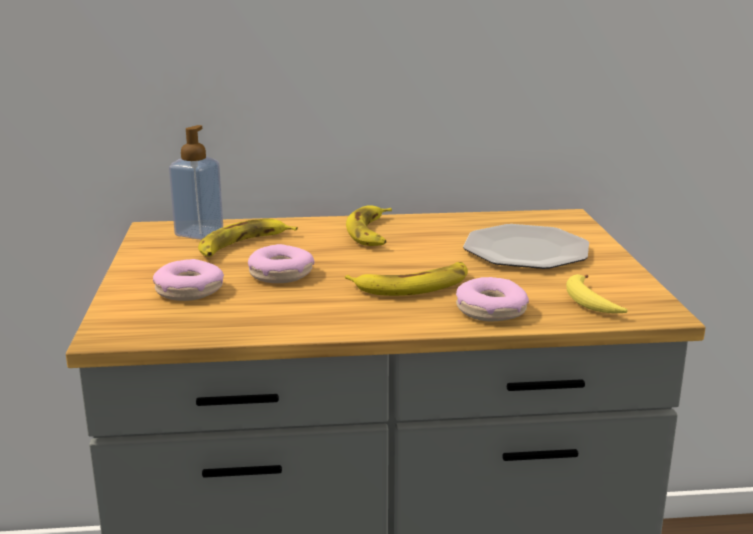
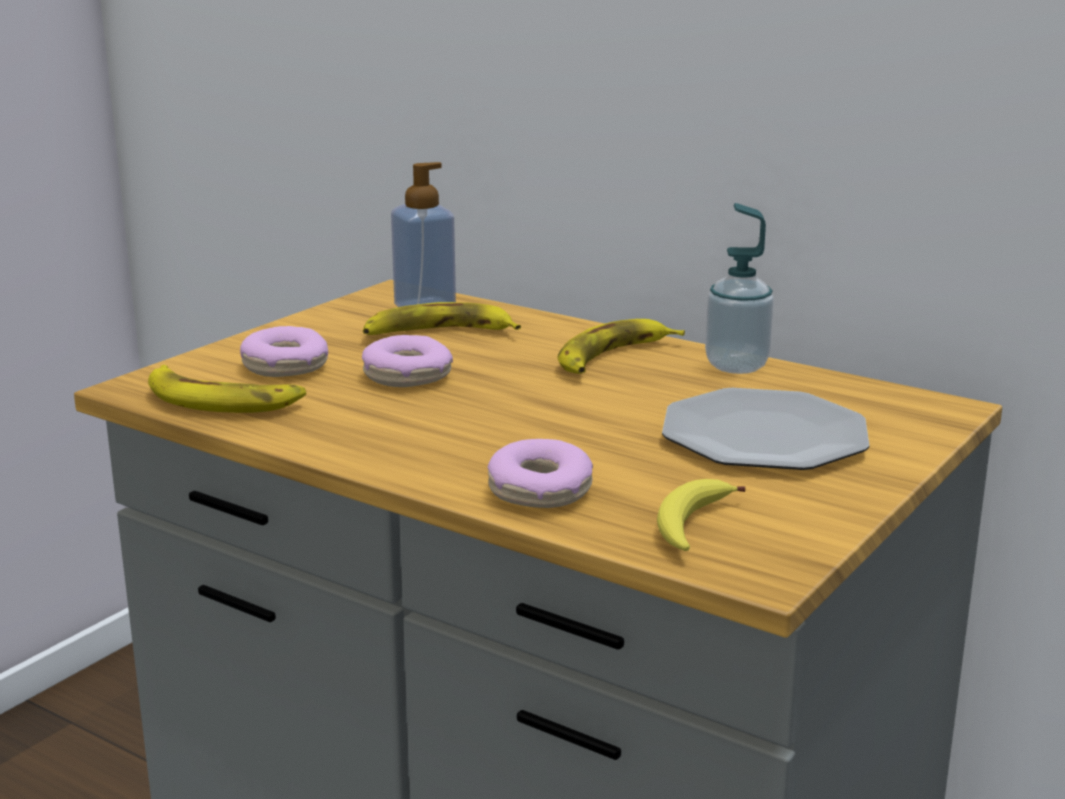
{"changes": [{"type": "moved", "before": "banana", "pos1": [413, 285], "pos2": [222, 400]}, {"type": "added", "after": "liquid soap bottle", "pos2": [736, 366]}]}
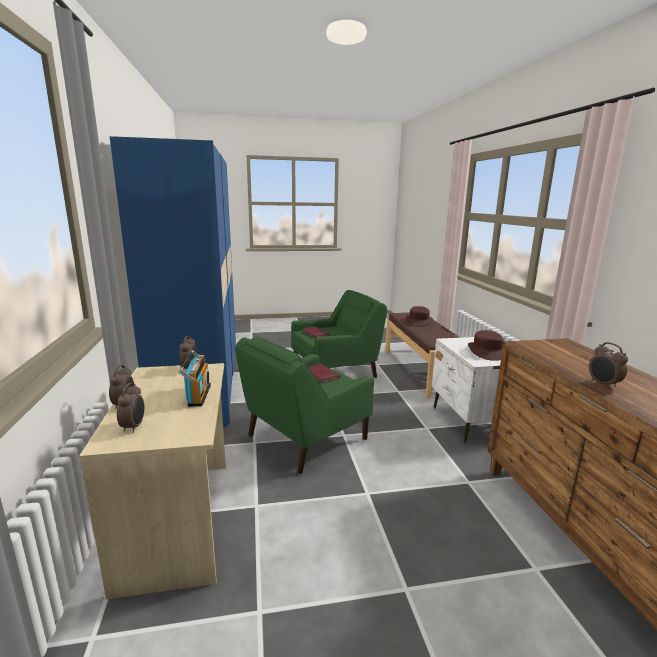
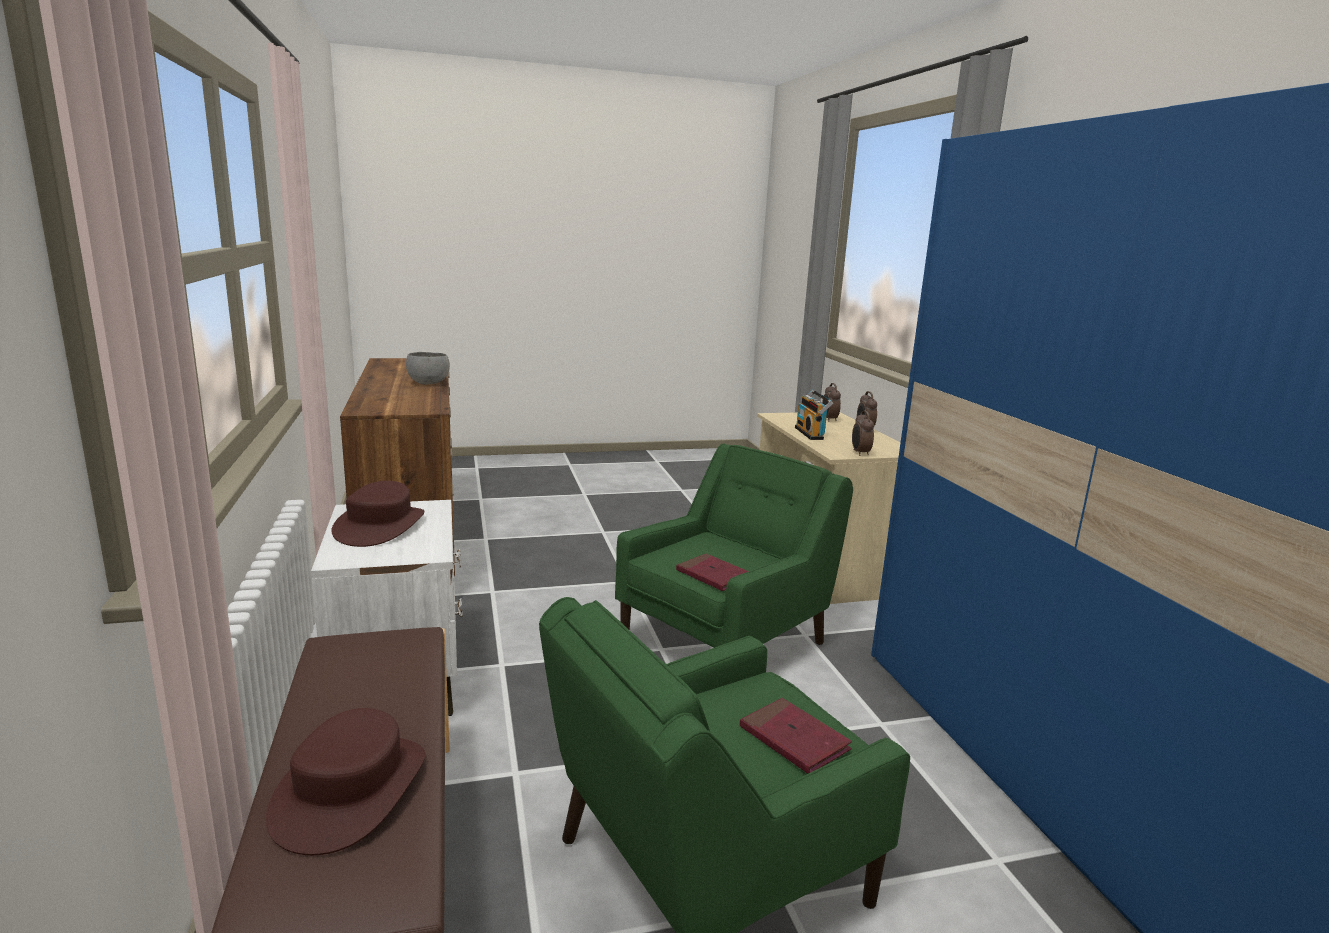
{"changes": [{"type": "replaced", "before": "alarm clock", "after": "grey deep dish", "pos1": [603, 385], "pos2": [427, 383]}]}
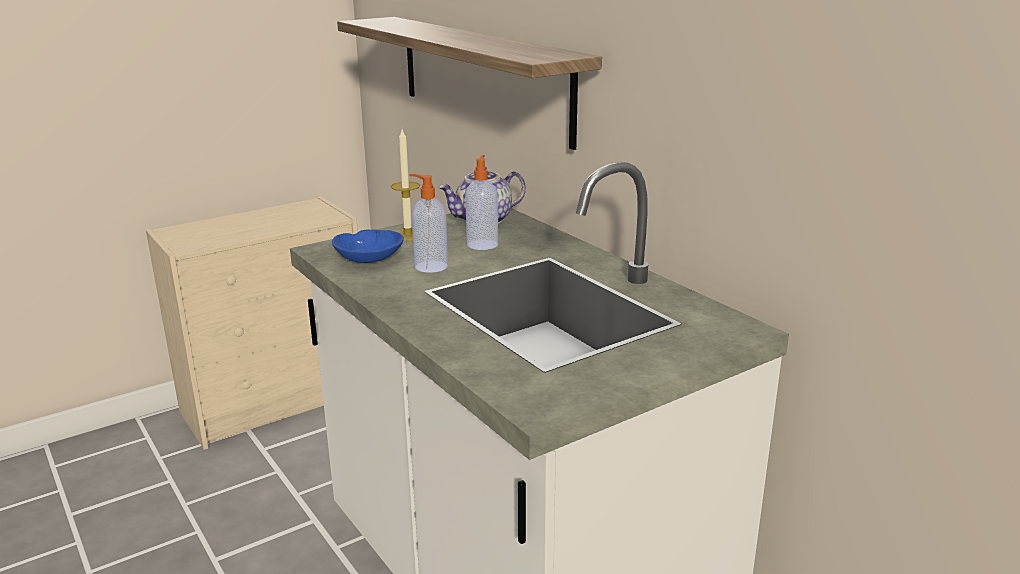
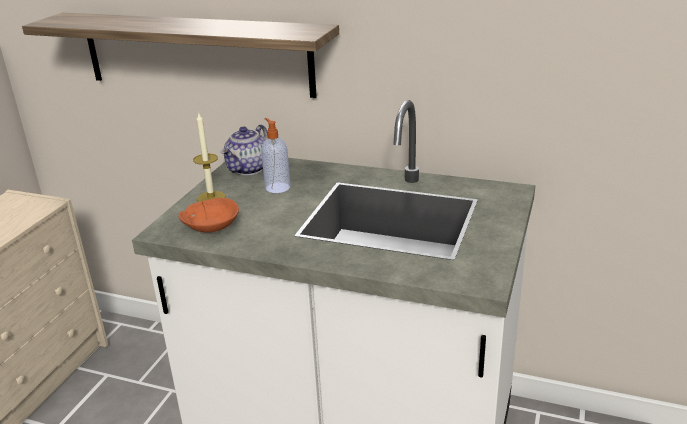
{"changes": [{"type": "recoloured", "before": "blue-coloured deep dish", "after": "orangey deep dish", "pos1": [368, 257], "pos2": [210, 225]}, {"type": "removed", "before": "liquid soap bottle", "pos1": [430, 266]}]}
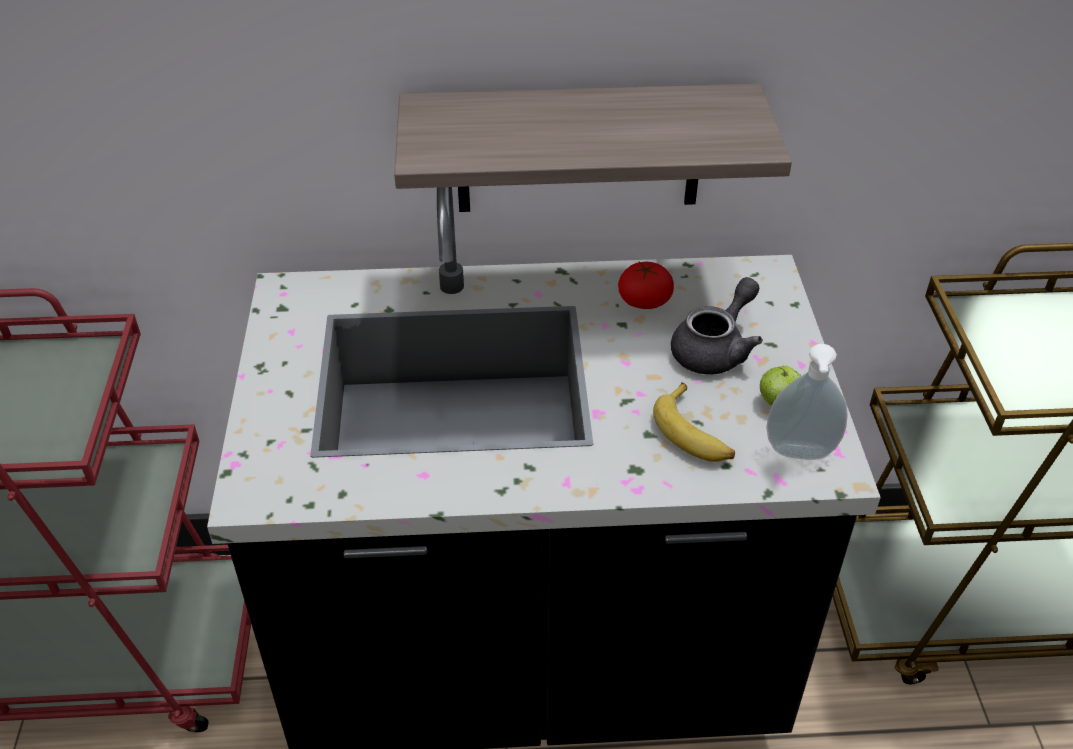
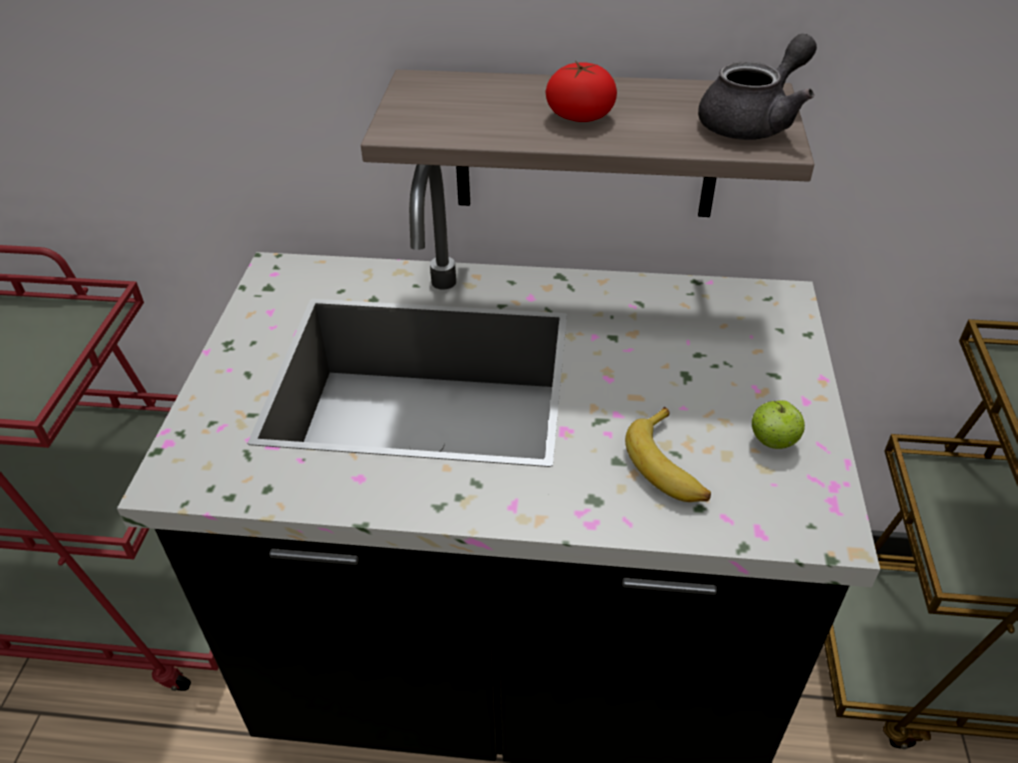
{"changes": [{"type": "moved", "before": "whole tomato", "pos1": [644, 300], "pos2": [580, 116]}, {"type": "moved", "before": "grey pot for tea", "pos1": [715, 349], "pos2": [754, 121]}, {"type": "removed", "before": "liquid soap bottle", "pos1": [799, 454]}]}
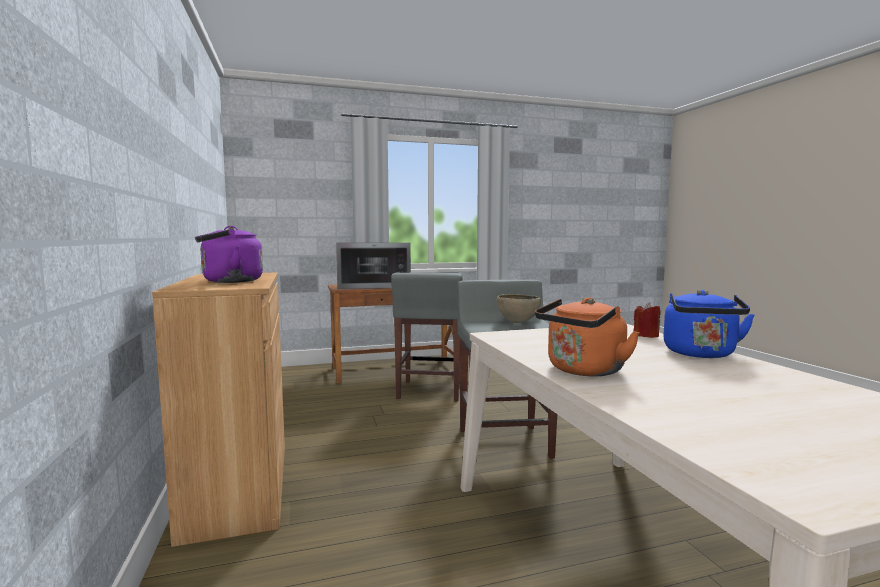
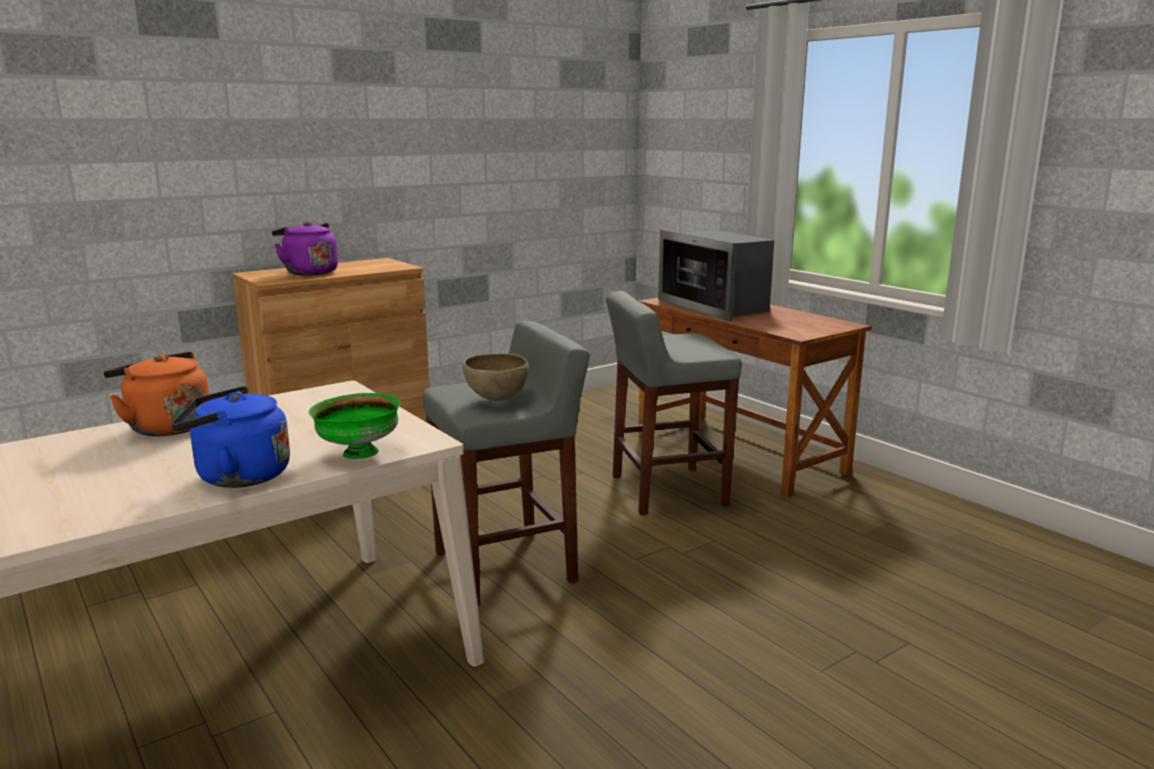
{"changes": [{"type": "replaced", "before": "red-coloured wax candle", "after": "greenish deep dish", "pos1": [646, 335], "pos2": [358, 453]}]}
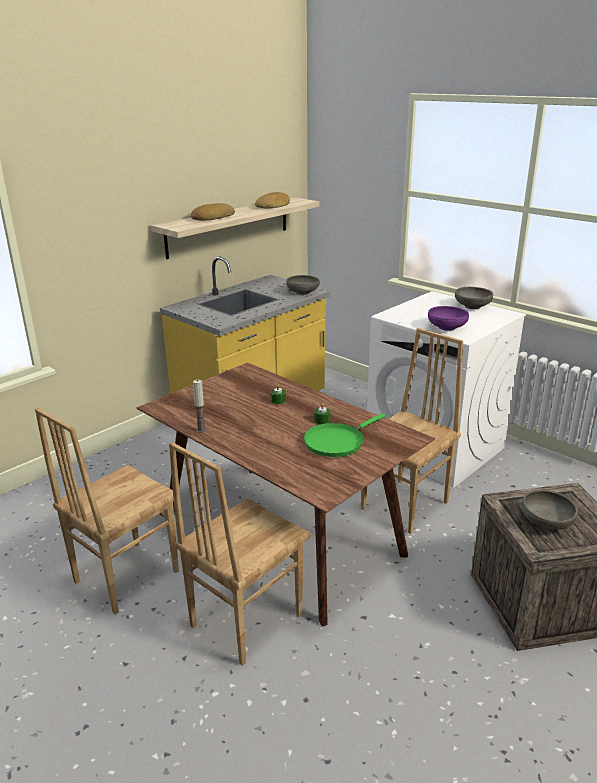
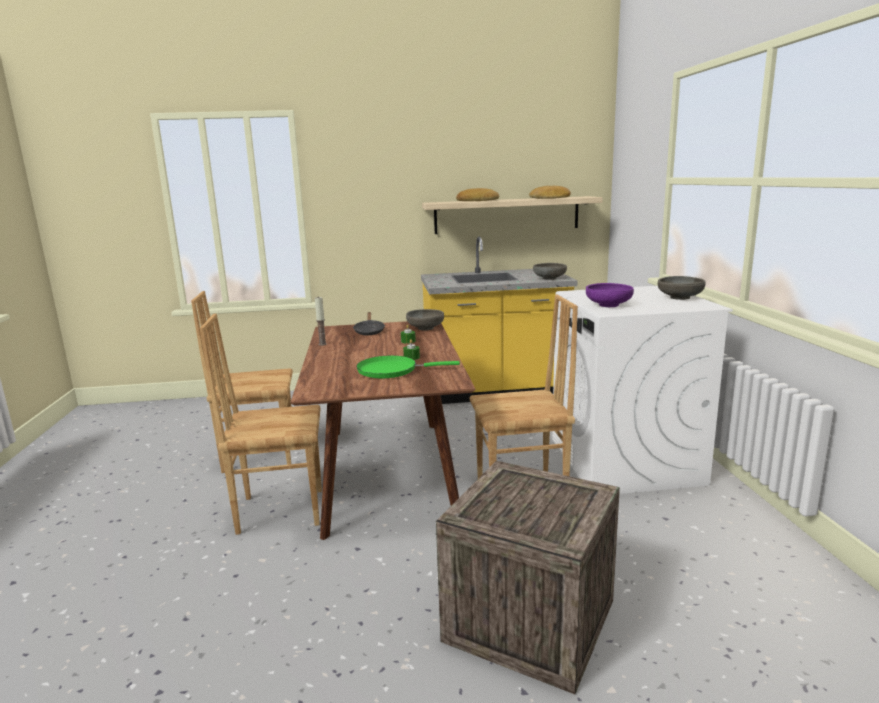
{"changes": [{"type": "added", "after": "black skillet", "pos2": [369, 331]}, {"type": "moved", "before": "grey deep dish", "pos1": [546, 522], "pos2": [425, 328]}]}
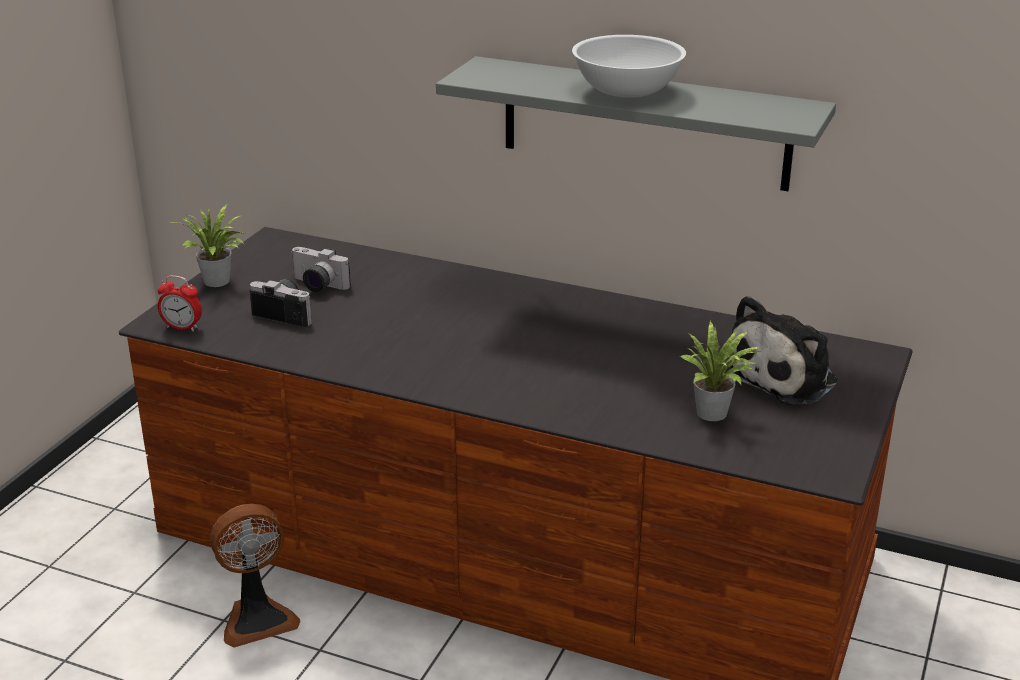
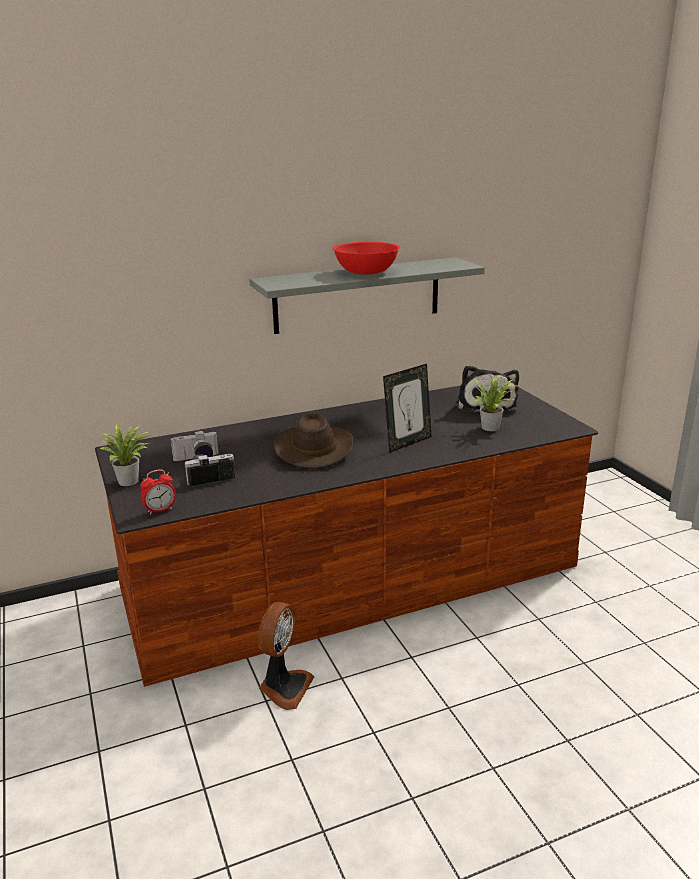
{"changes": [{"type": "added", "after": "brown-coloured clothing hat", "pos2": [313, 449]}, {"type": "recoloured", "before": "whitish deep dish", "after": "red-coloured deep dish", "pos1": [626, 91], "pos2": [366, 272]}, {"type": "added", "after": "photo frame", "pos2": [407, 443]}]}
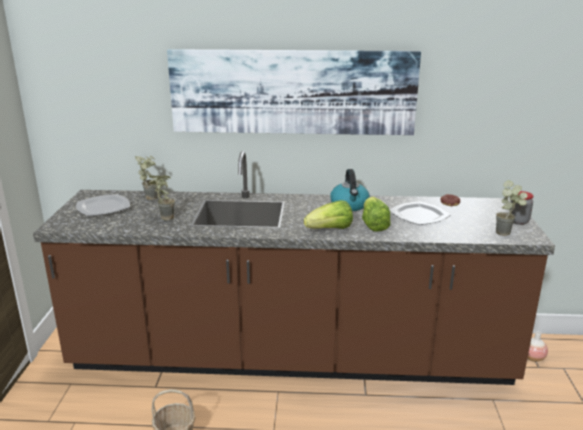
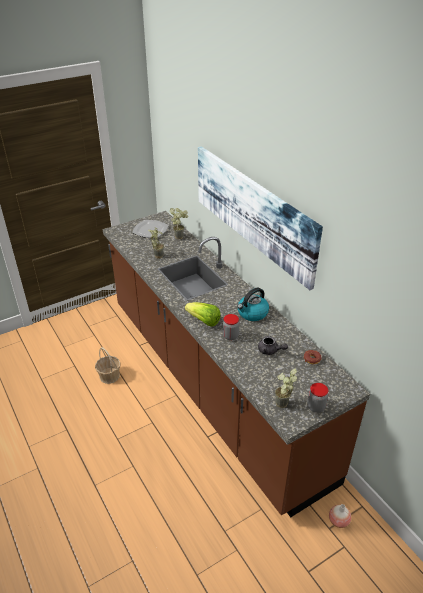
{"changes": [{"type": "replaced", "before": "lettuce head", "after": "storage jar", "pos1": [373, 225], "pos2": [230, 336]}, {"type": "replaced", "before": "flat dish", "after": "grey pot for tea", "pos1": [419, 215], "pos2": [270, 351]}]}
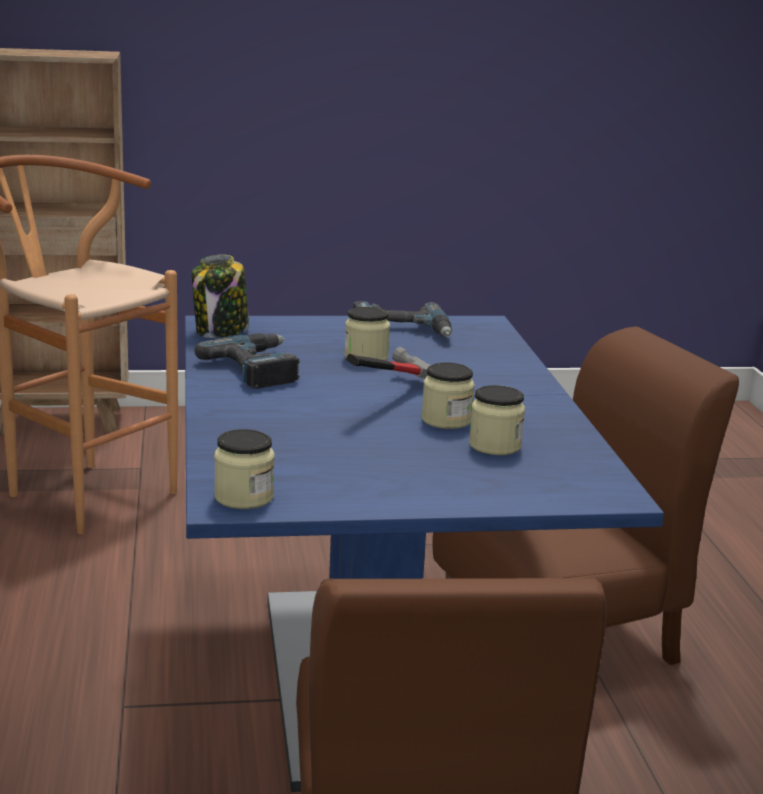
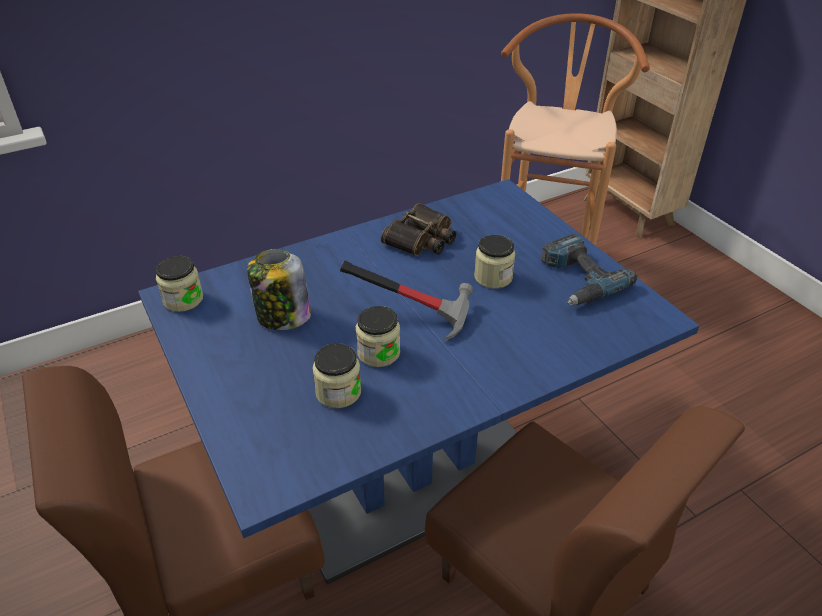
{"changes": [{"type": "moved", "before": "storage jar", "pos1": [221, 331], "pos2": [282, 316]}, {"type": "replaced", "before": "power drill", "after": "pair of binoculars", "pos1": [259, 368], "pos2": [422, 239]}]}
